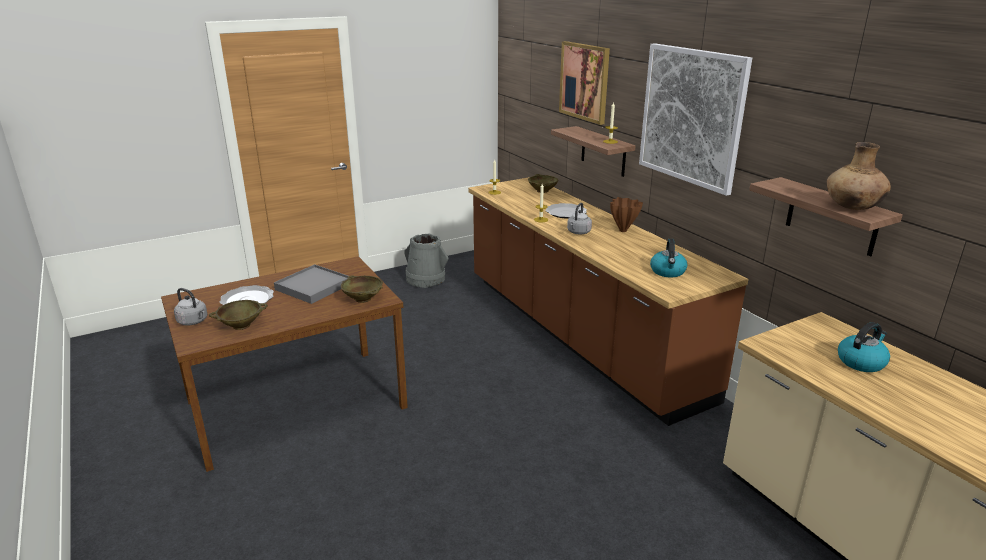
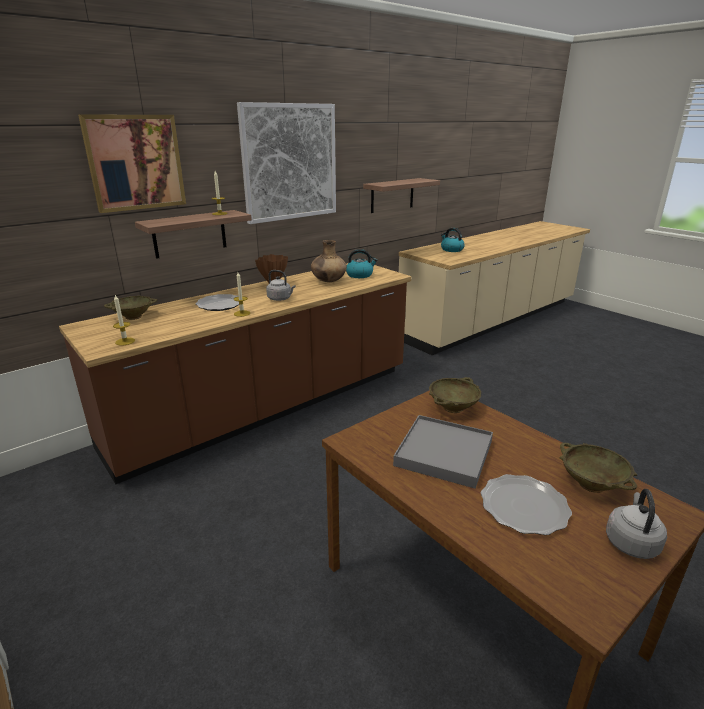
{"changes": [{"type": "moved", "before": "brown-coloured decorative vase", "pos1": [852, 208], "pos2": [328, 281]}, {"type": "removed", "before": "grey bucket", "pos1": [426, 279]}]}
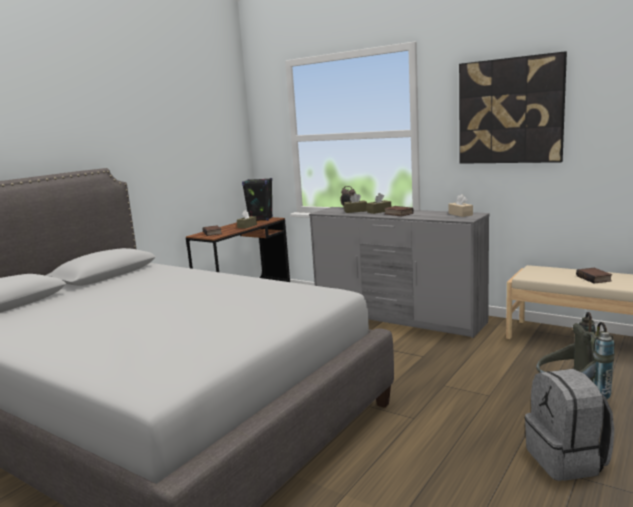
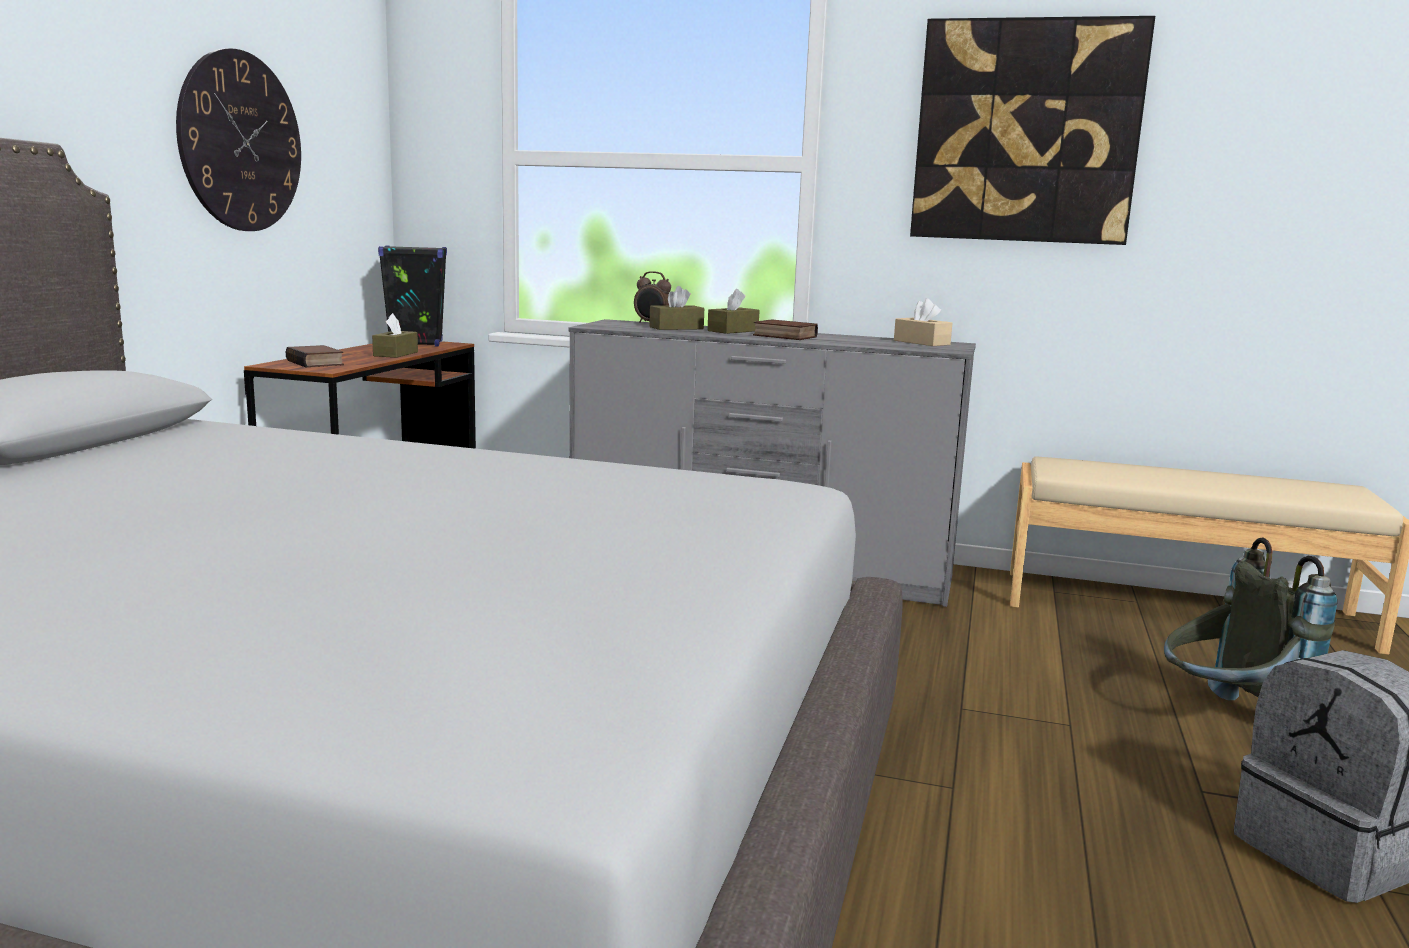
{"changes": [{"type": "added", "after": "hanging clock", "pos2": [241, 142]}, {"type": "removed", "before": "bound book", "pos1": [594, 278]}]}
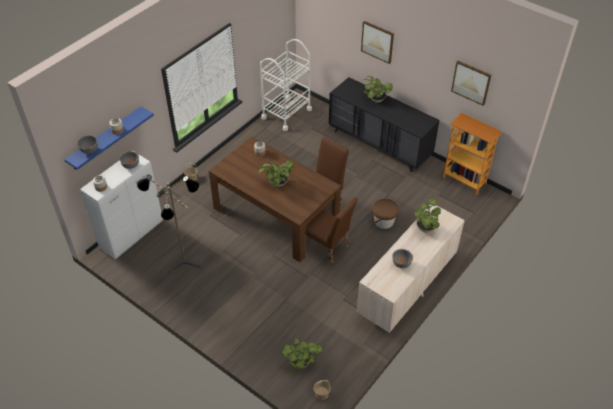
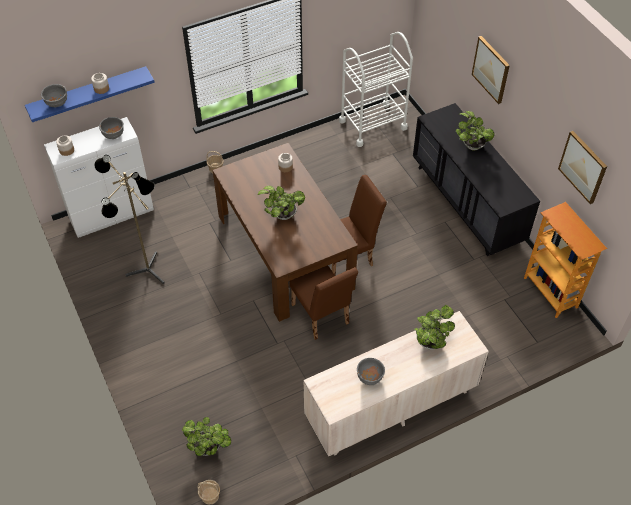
{"changes": [{"type": "removed", "before": "brown-coloured bucket", "pos1": [383, 221]}]}
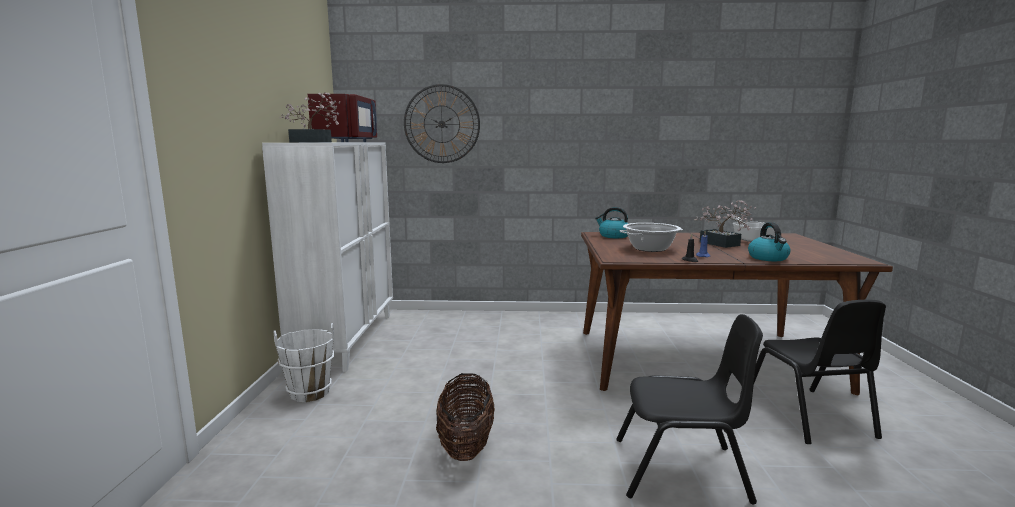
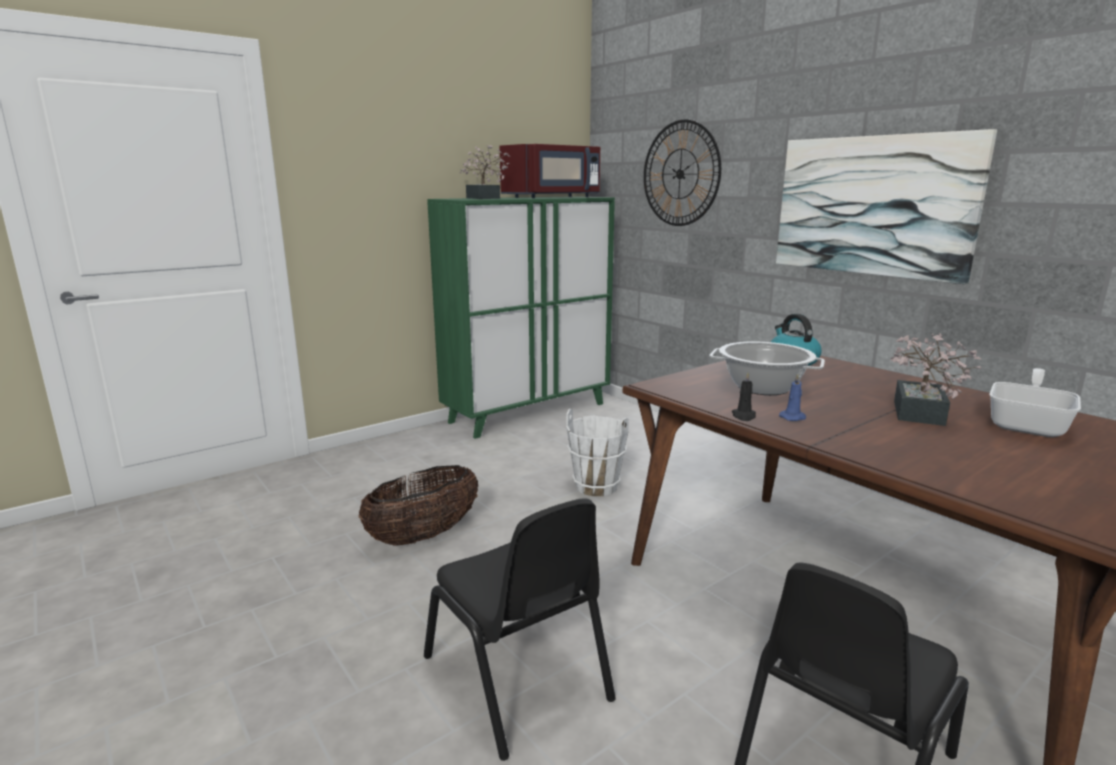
{"changes": [{"type": "recoloured", "before": "whitish cabinet", "after": "greenish cabinet", "pos1": [347, 339], "pos2": [528, 412]}, {"type": "moved", "before": "whitish bucket", "pos1": [309, 392], "pos2": [596, 486]}, {"type": "added", "after": "wall picture", "pos2": [872, 206]}, {"type": "removed", "before": "water kettle", "pos1": [768, 258]}]}
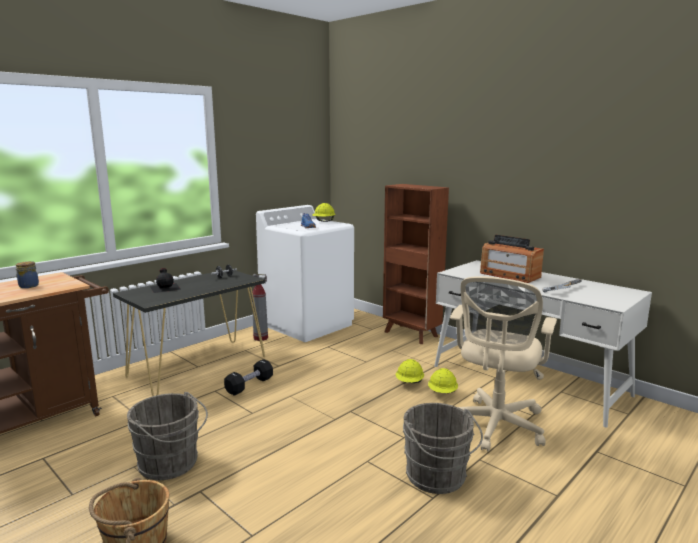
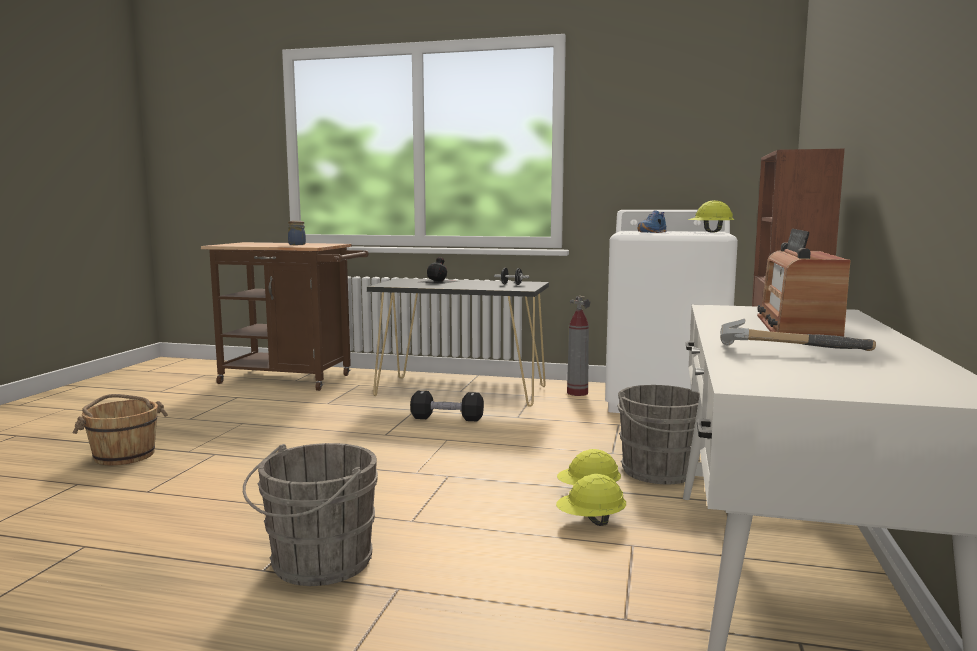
{"changes": [{"type": "moved", "before": "grey bucket", "pos1": [171, 464], "pos2": [660, 473]}, {"type": "removed", "before": "beige office chair", "pos1": [495, 427]}]}
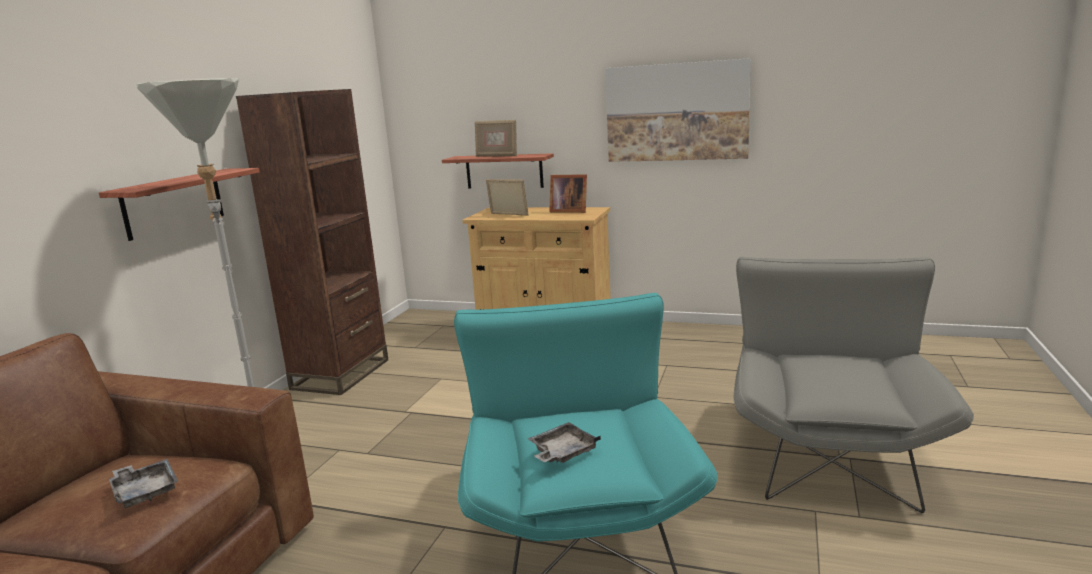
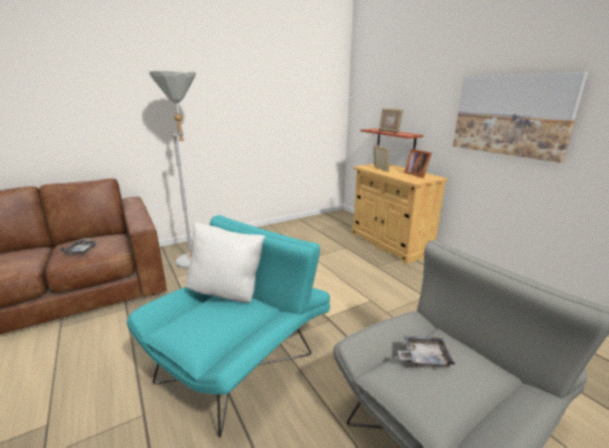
{"changes": [{"type": "added", "after": "whitish throw pillow", "pos2": [228, 293]}, {"type": "moved", "before": "grey serving tray", "pos1": [562, 452], "pos2": [423, 357]}, {"type": "removed", "before": "bracket shelf", "pos1": [174, 203]}, {"type": "removed", "before": "brown-coloured shelving unit", "pos1": [341, 374]}]}
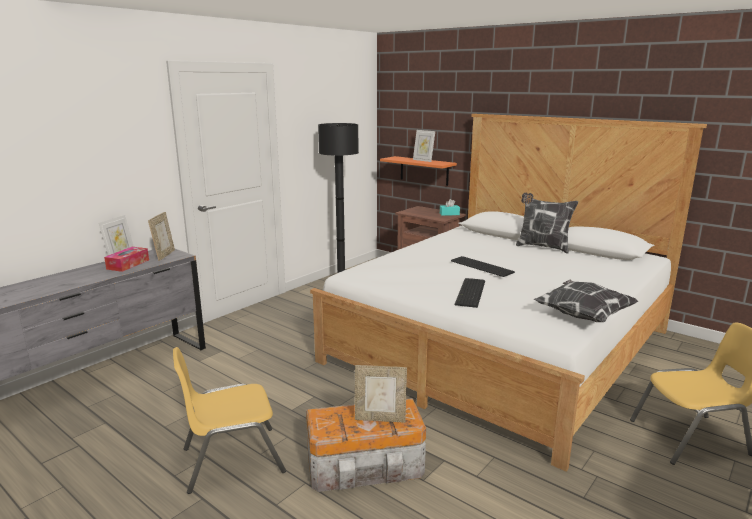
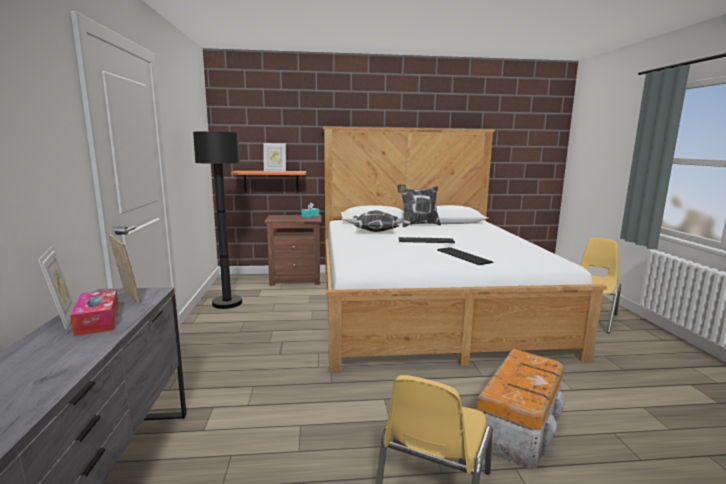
{"changes": [{"type": "moved", "before": "throw pillow", "pos1": [582, 316], "pos2": [375, 232]}, {"type": "removed", "before": "photo frame", "pos1": [380, 418]}]}
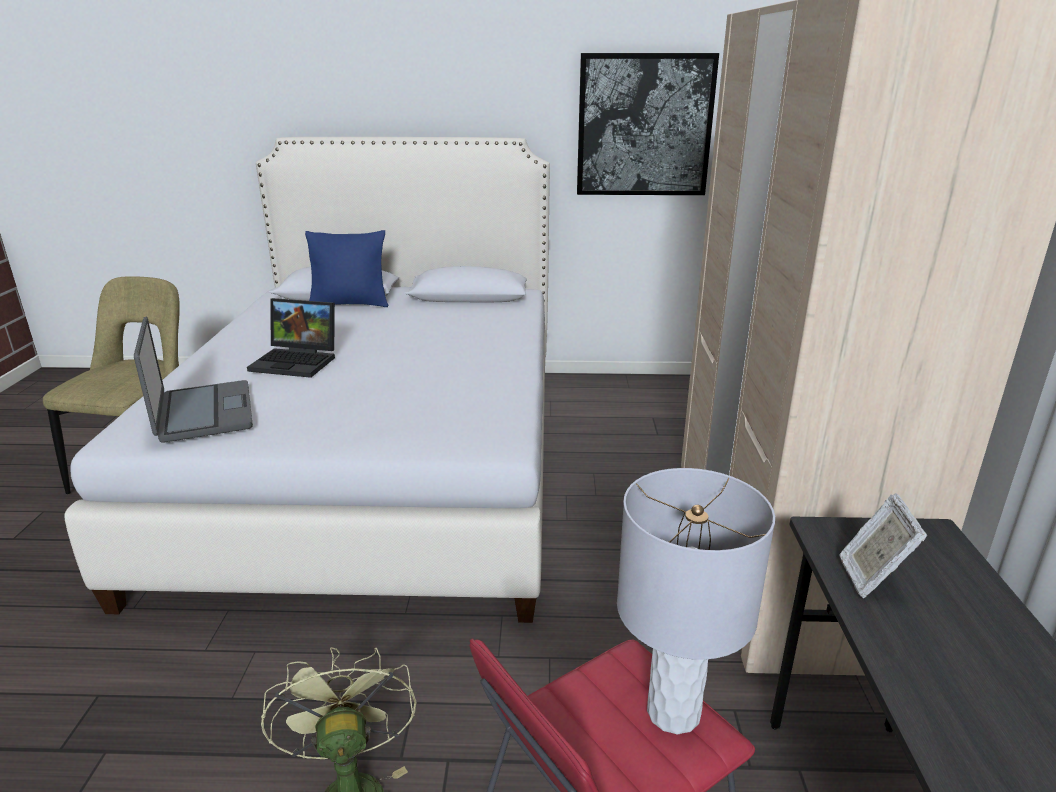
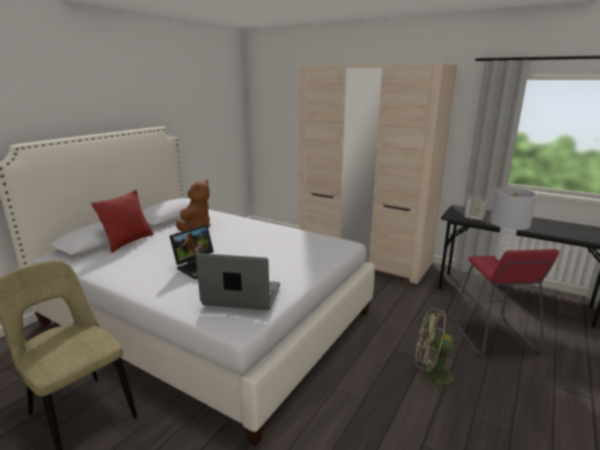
{"changes": [{"type": "recoloured", "before": "blue-coloured throw pillow", "after": "red-coloured throw pillow", "pos1": [350, 304], "pos2": [128, 242]}, {"type": "added", "after": "brown-coloured plush toy", "pos2": [195, 226]}, {"type": "removed", "before": "wall picture", "pos1": [644, 126]}]}
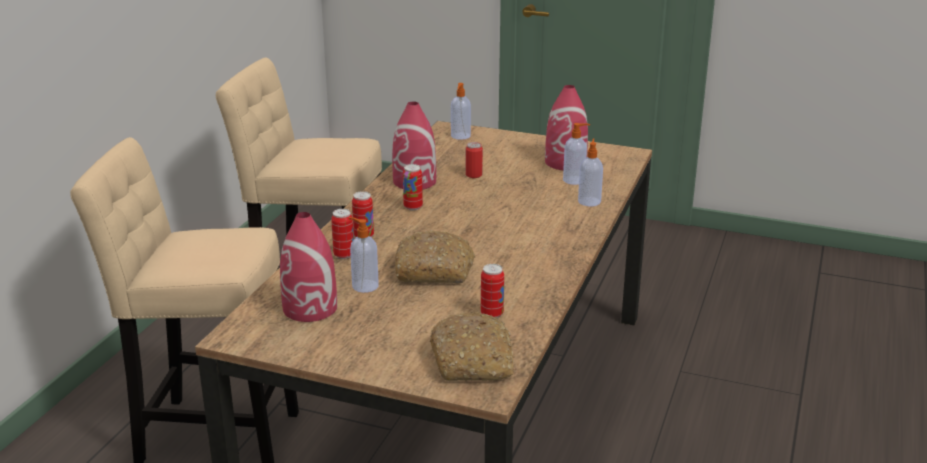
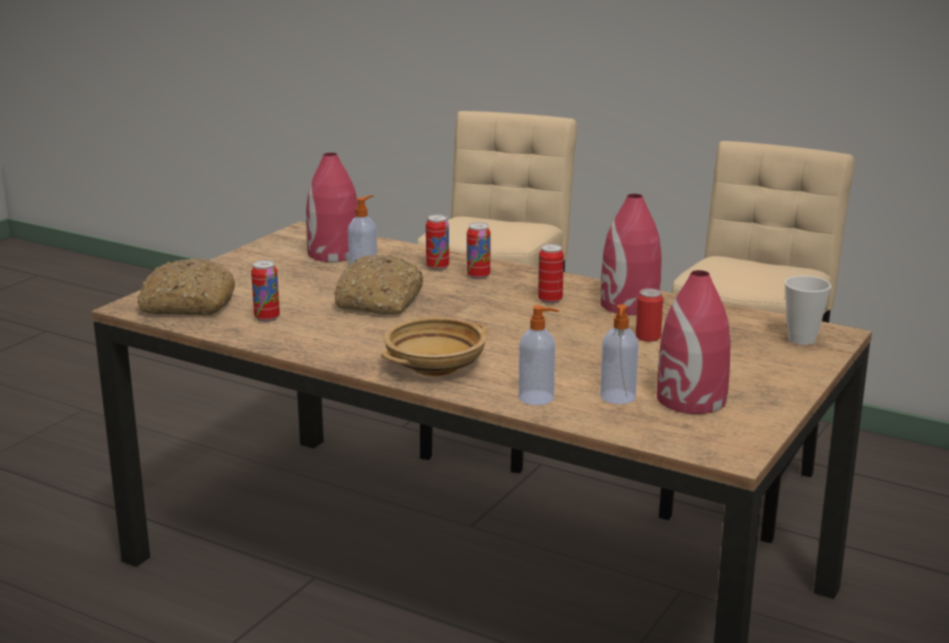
{"changes": [{"type": "added", "after": "beige deep dish", "pos2": [435, 367]}, {"type": "replaced", "before": "liquid soap bottle", "after": "drinking cup", "pos1": [460, 136], "pos2": [802, 339]}]}
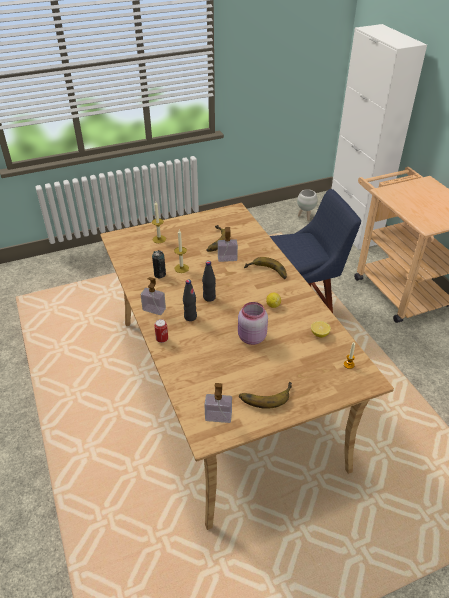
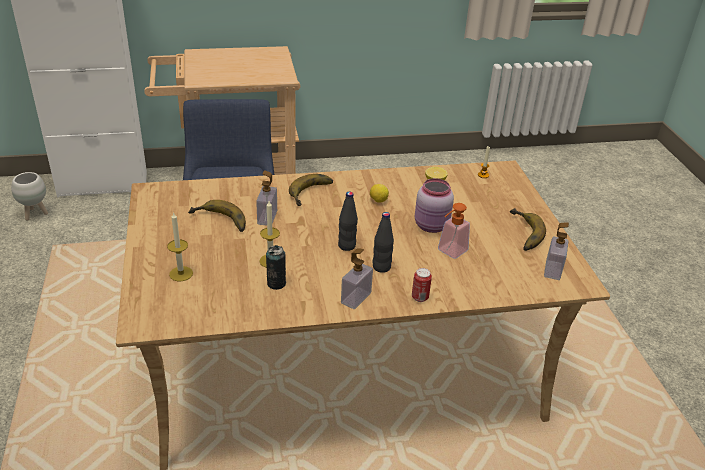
{"changes": [{"type": "added", "after": "liquid soap bottle", "pos2": [449, 252]}]}
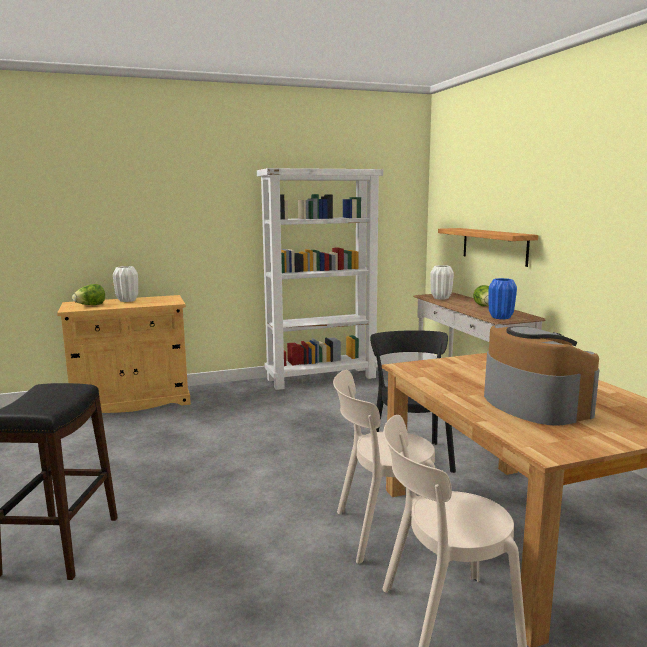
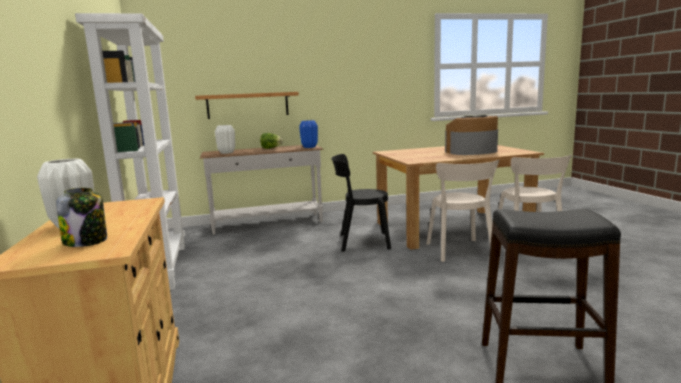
{"changes": [{"type": "replaced", "before": "lettuce head", "after": "storage jar", "pos1": [90, 305], "pos2": [86, 241]}]}
